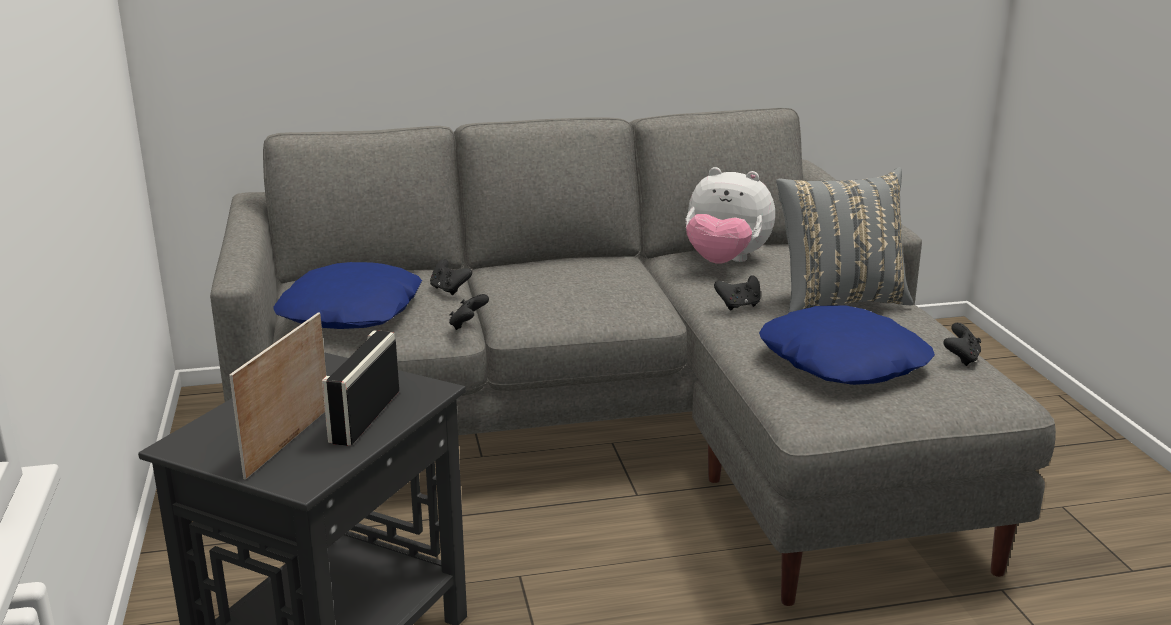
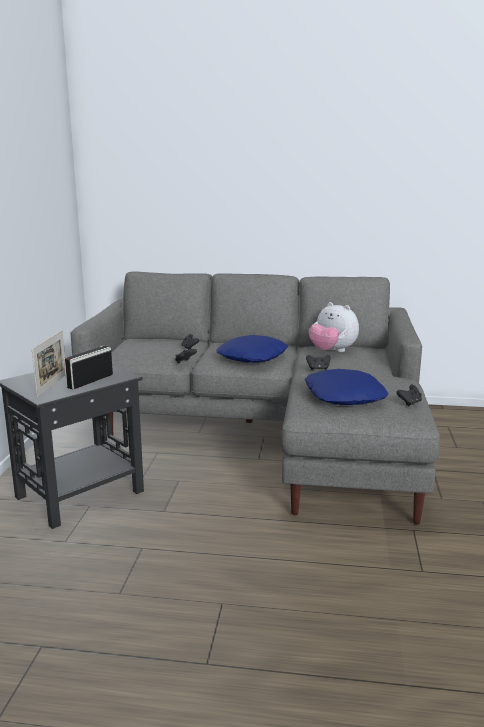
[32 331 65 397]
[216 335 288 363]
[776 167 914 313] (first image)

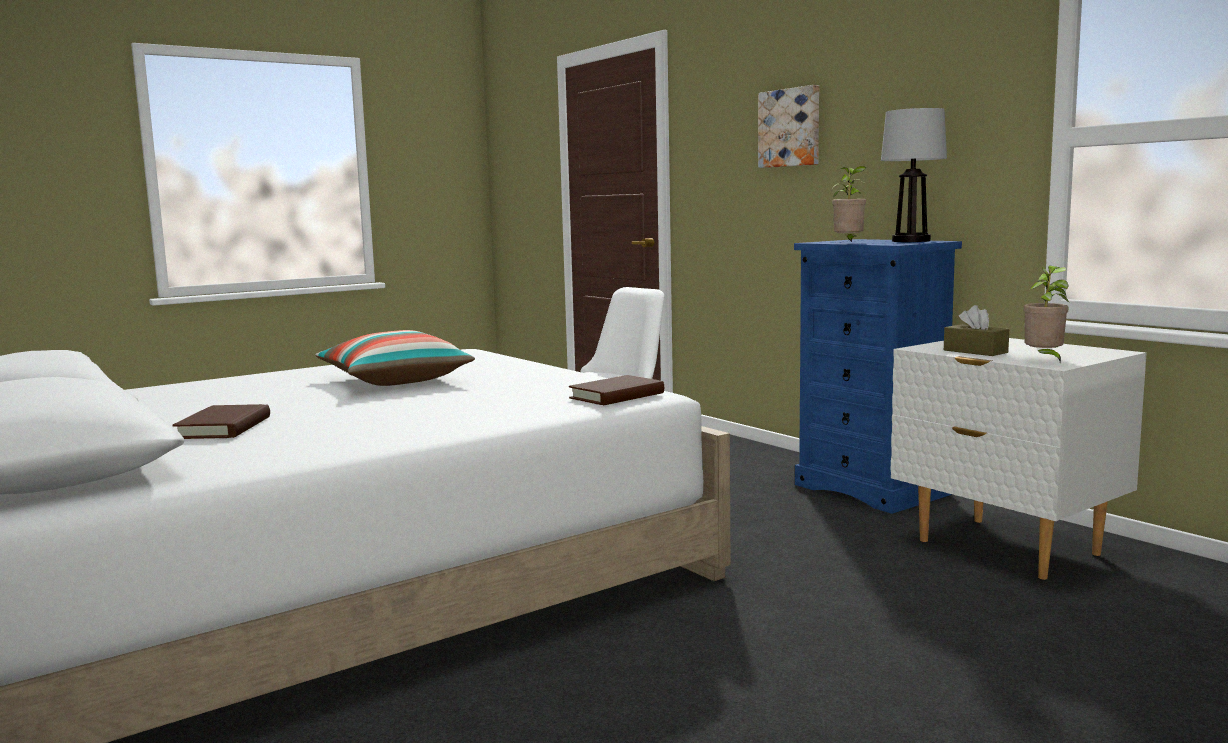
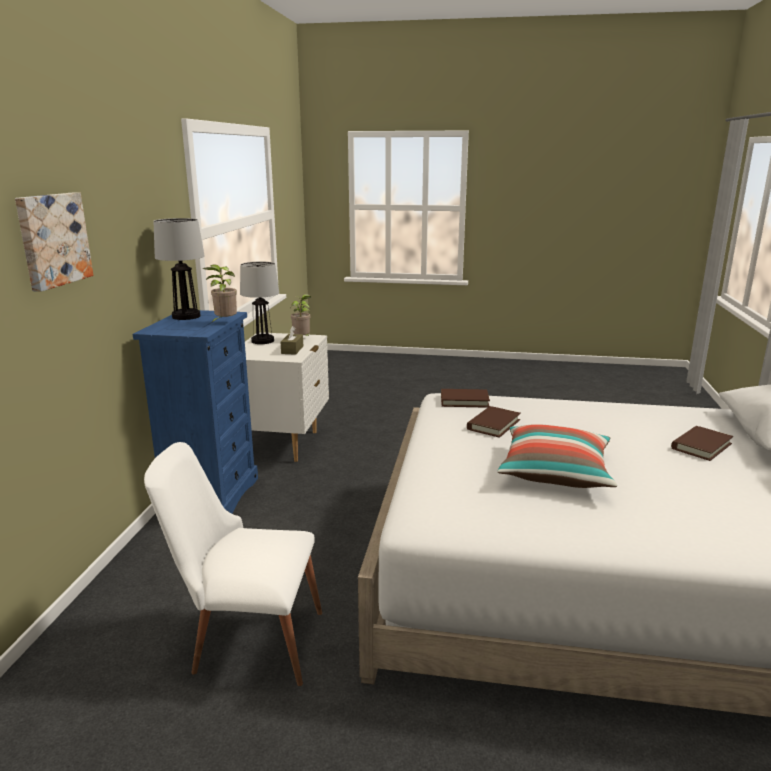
[240 261 279 344]
[467 406 521 438]

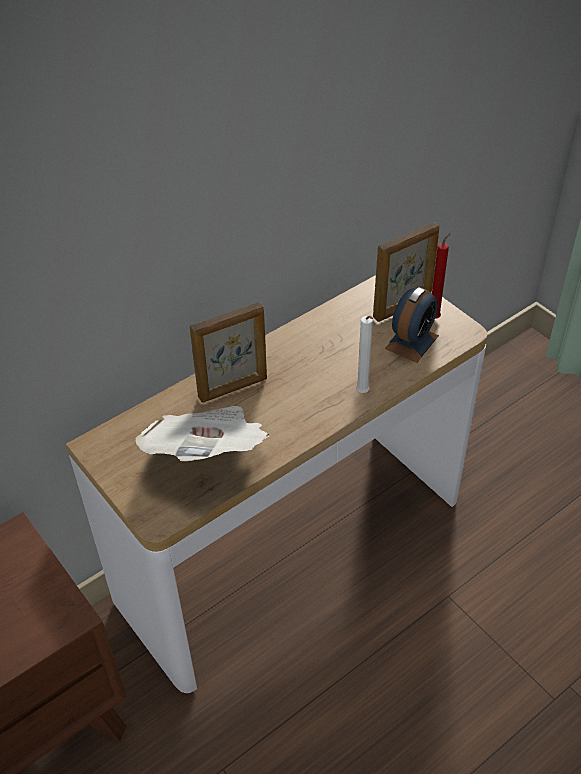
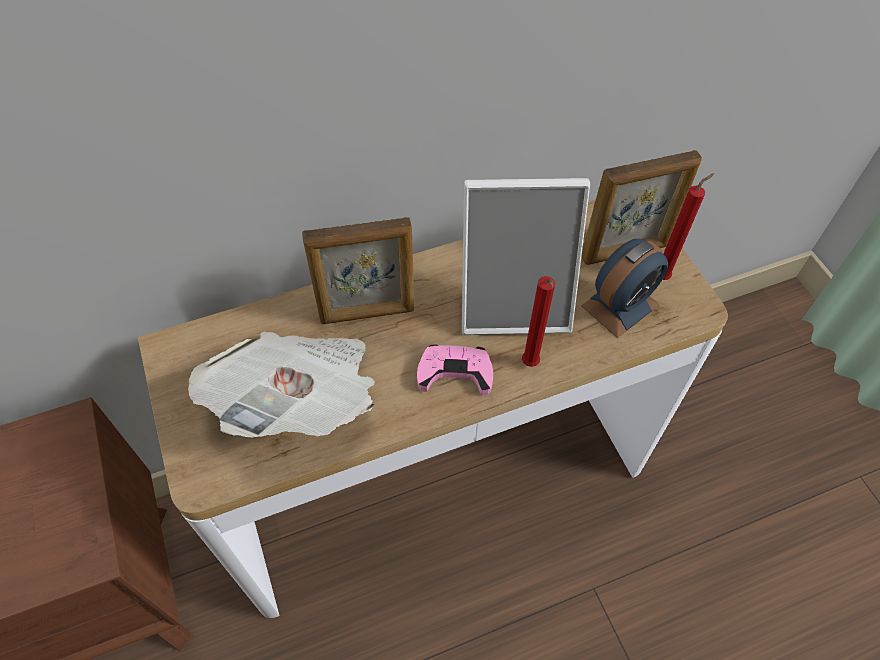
[522 276 555 367]
[417 344 493 395]
[462 178 590 335]

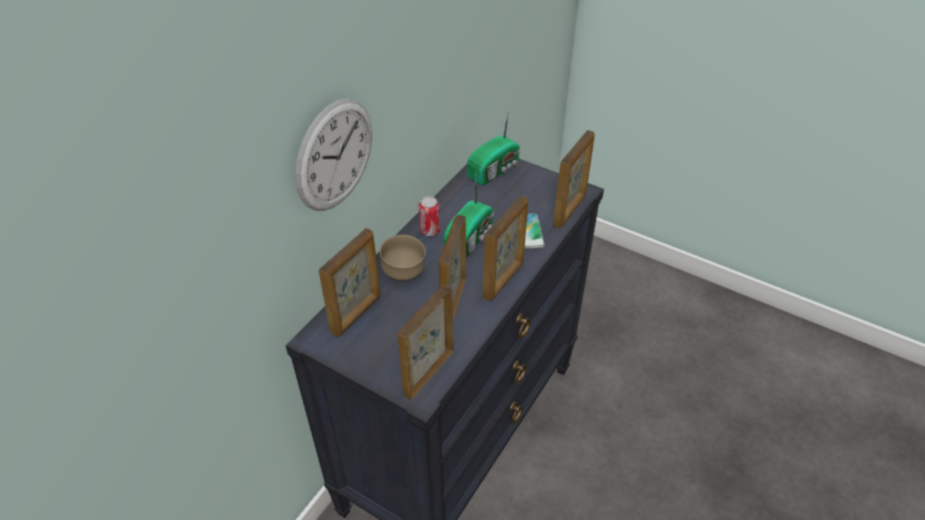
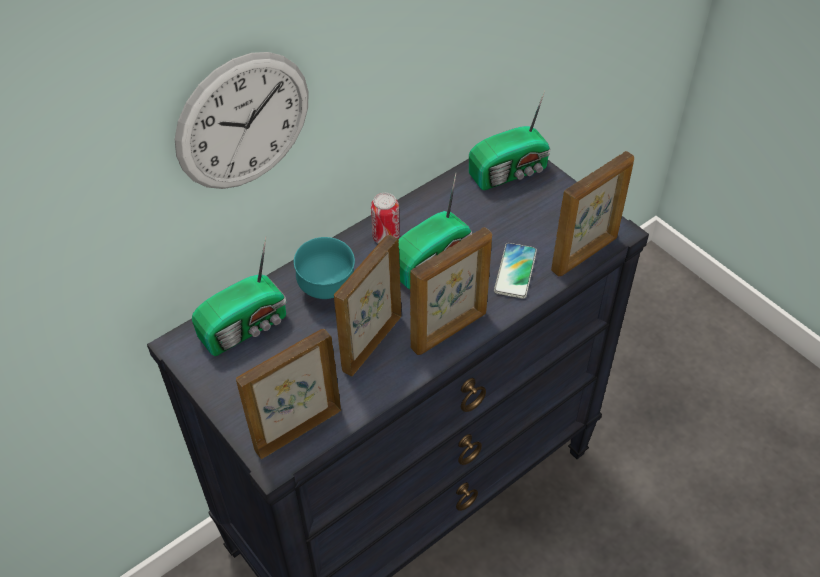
[192 236 286 356]
[294 237 355 299]

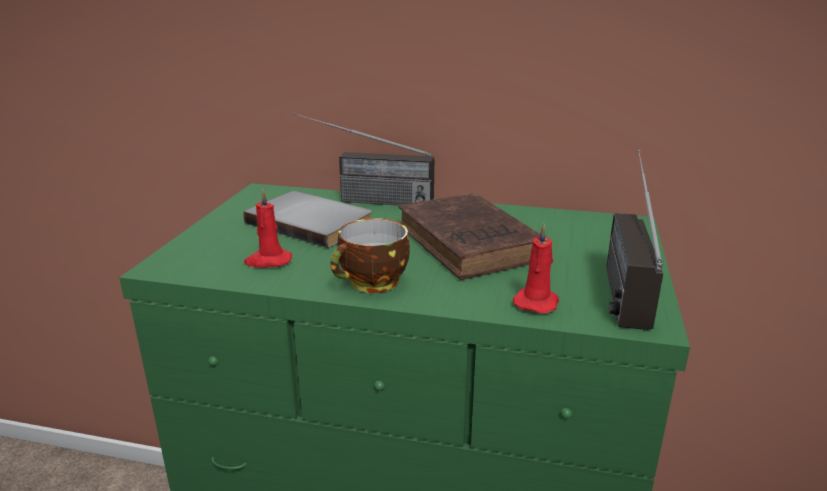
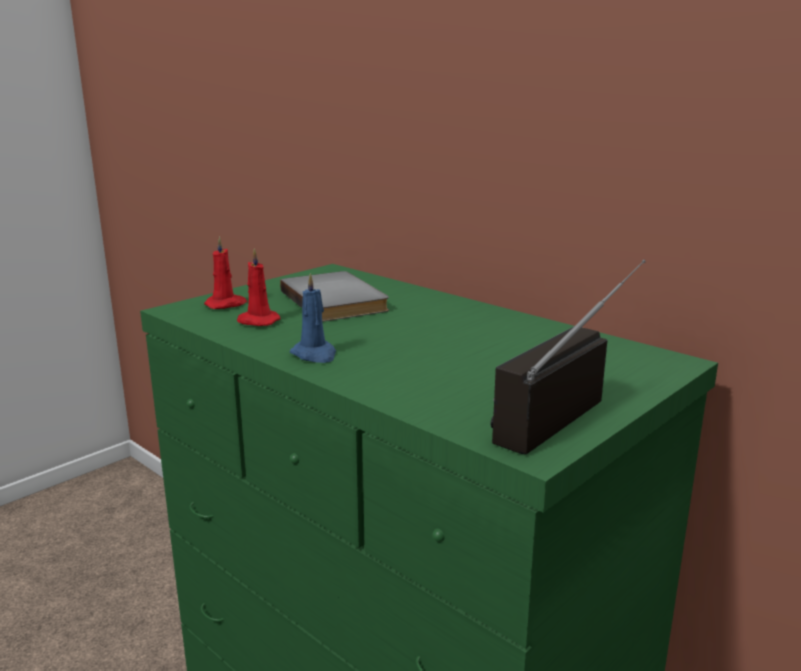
[294 113 434 205] (first image)
[290 273 336 363]
[399 192 540 280] (first image)
[204 236 247 309]

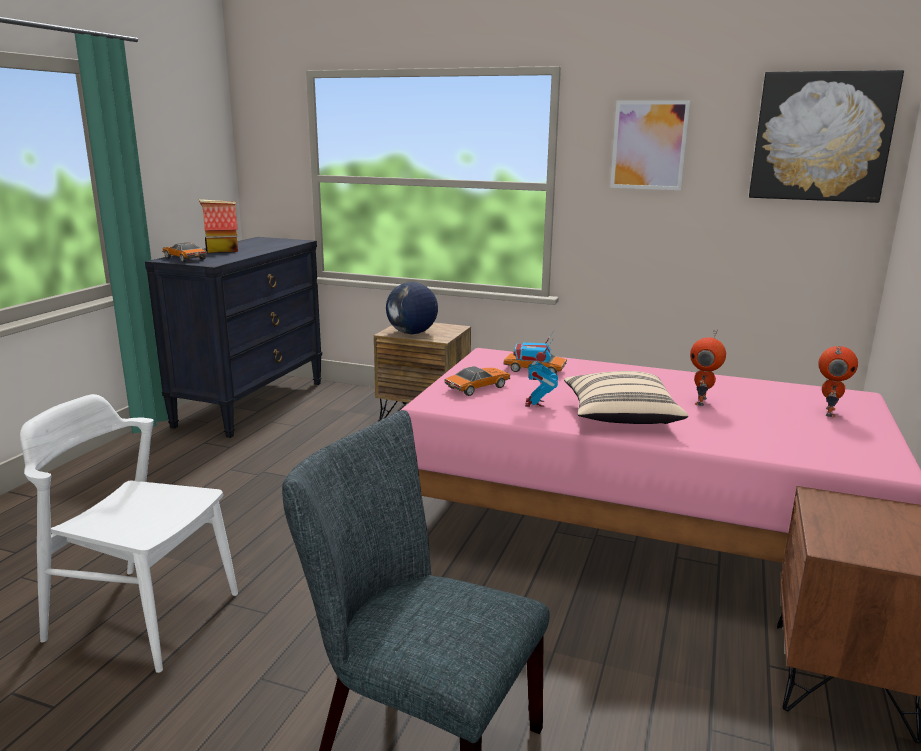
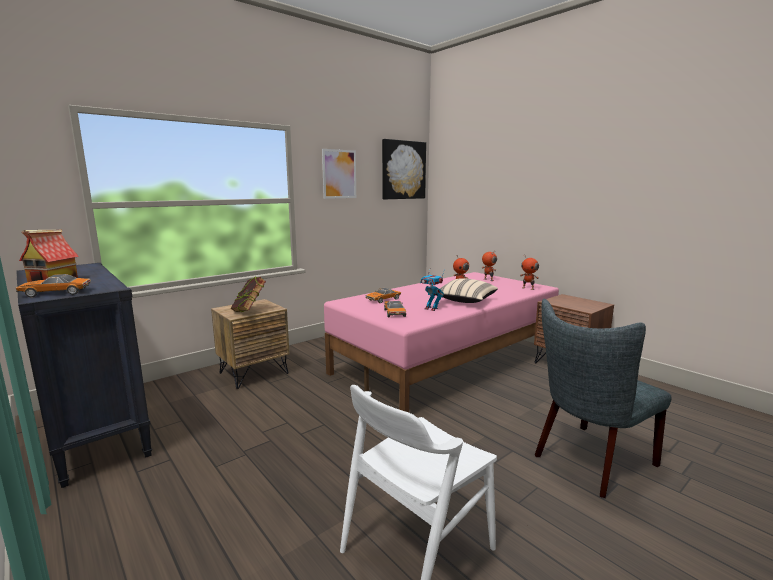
[231 277 266 312]
[520 254 539 290]

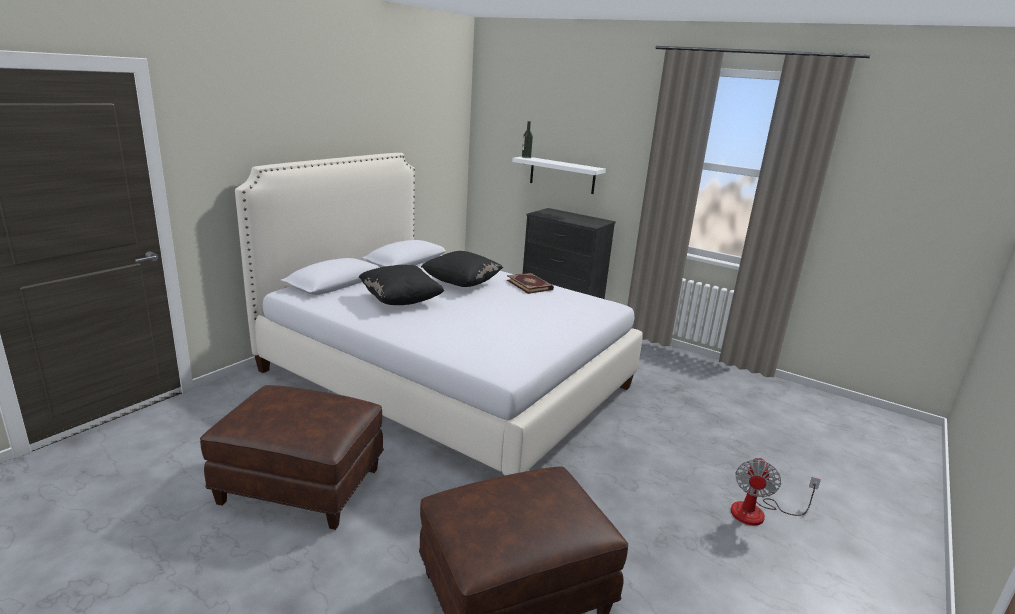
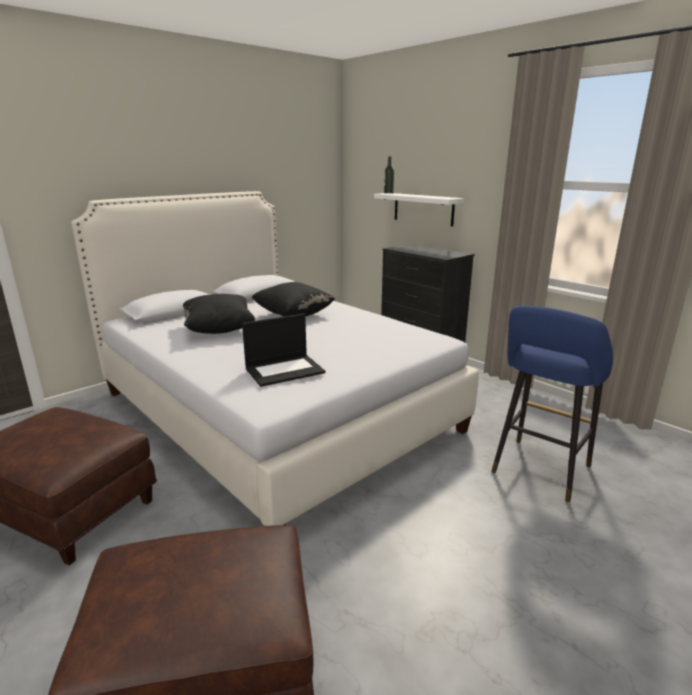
[507 273 554 294] (first image)
[731 457 821 526] (first image)
[242 314 325 387]
[491 305 613 502]

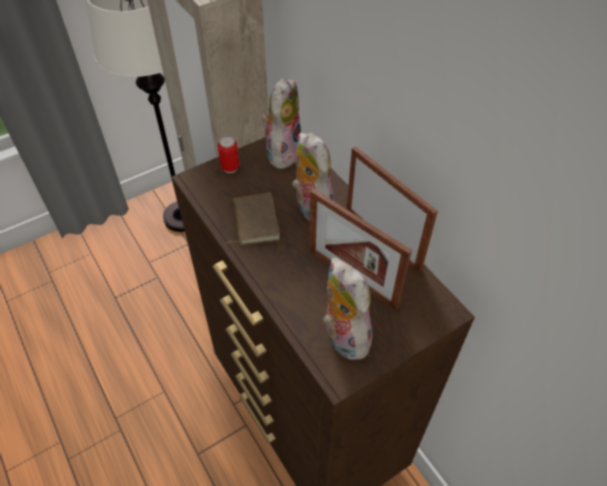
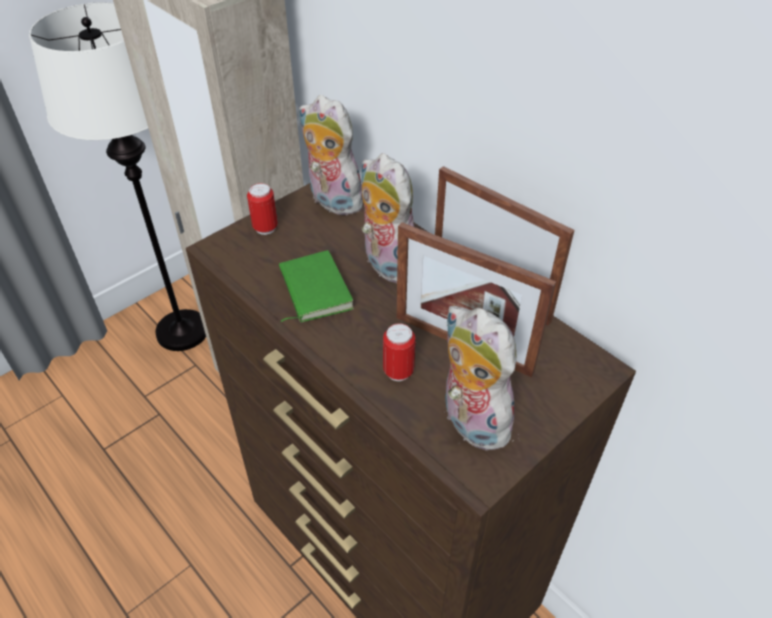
[279 250 354 322]
[299 95 363 215]
[383 323 415 381]

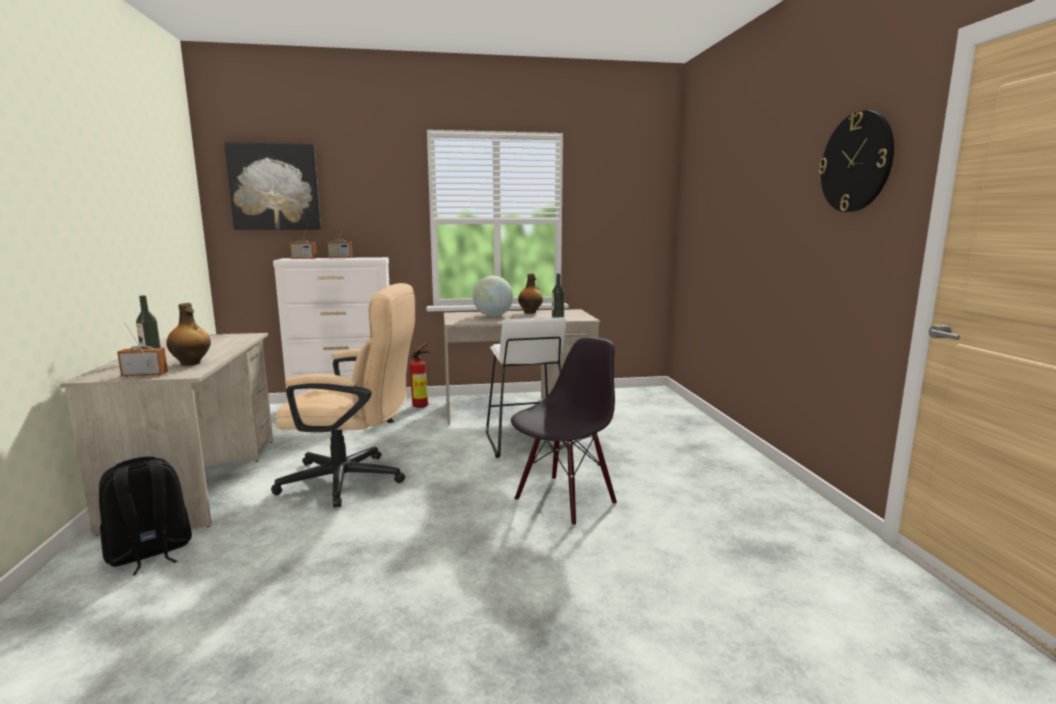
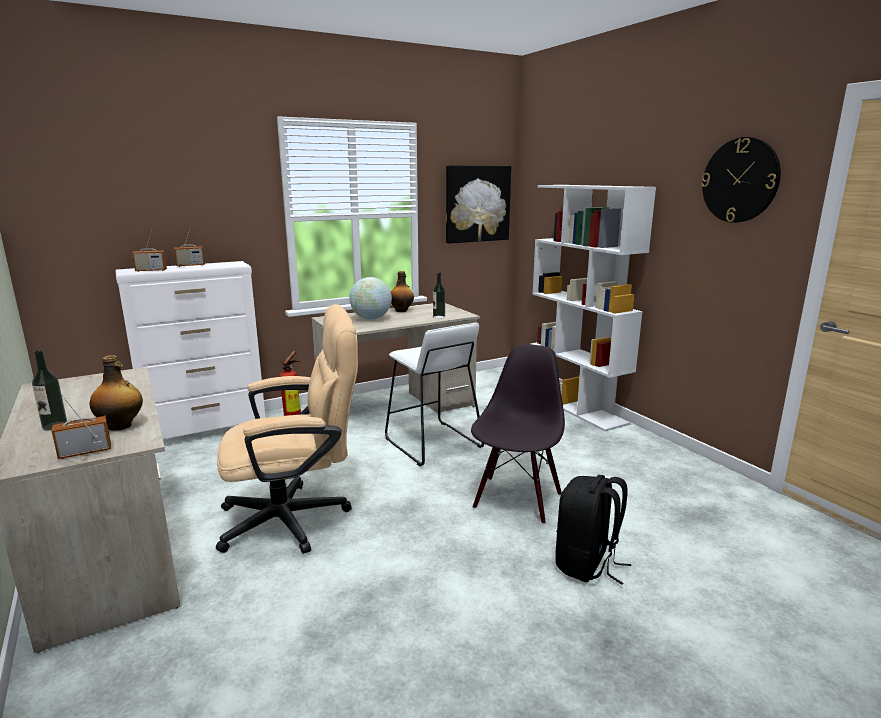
[555 475 631 585]
[446 165 511 244]
[530 185 656 432]

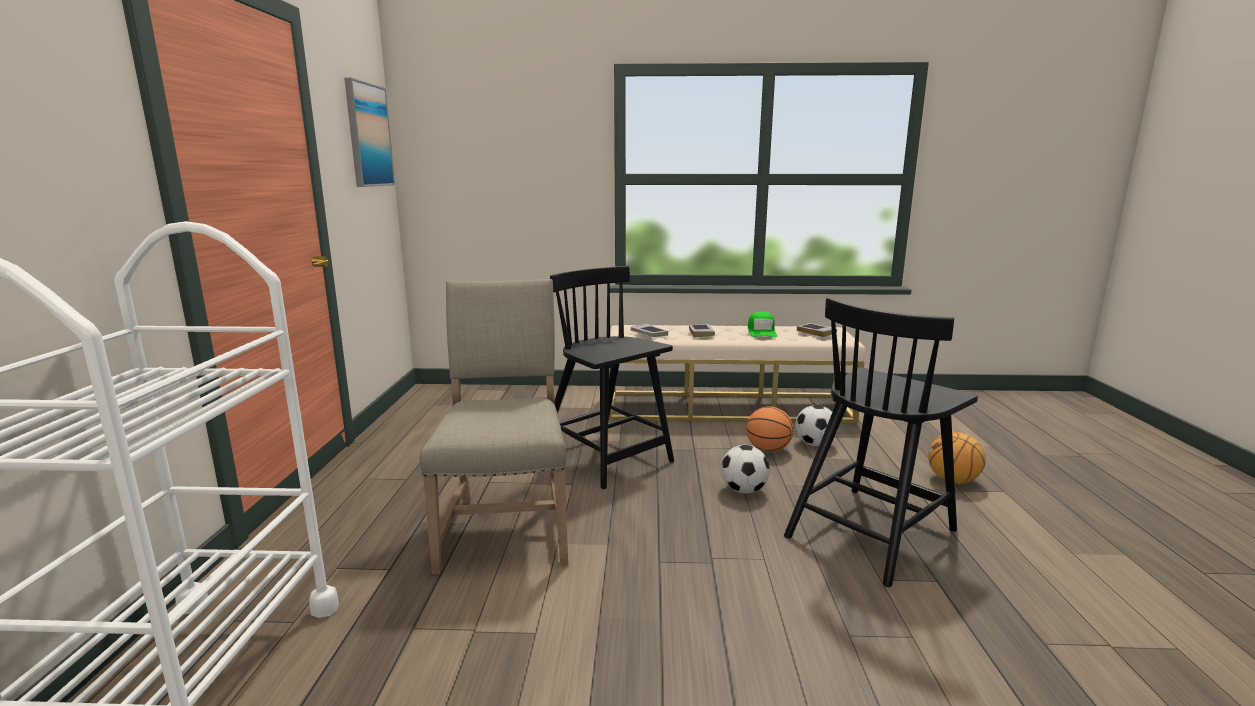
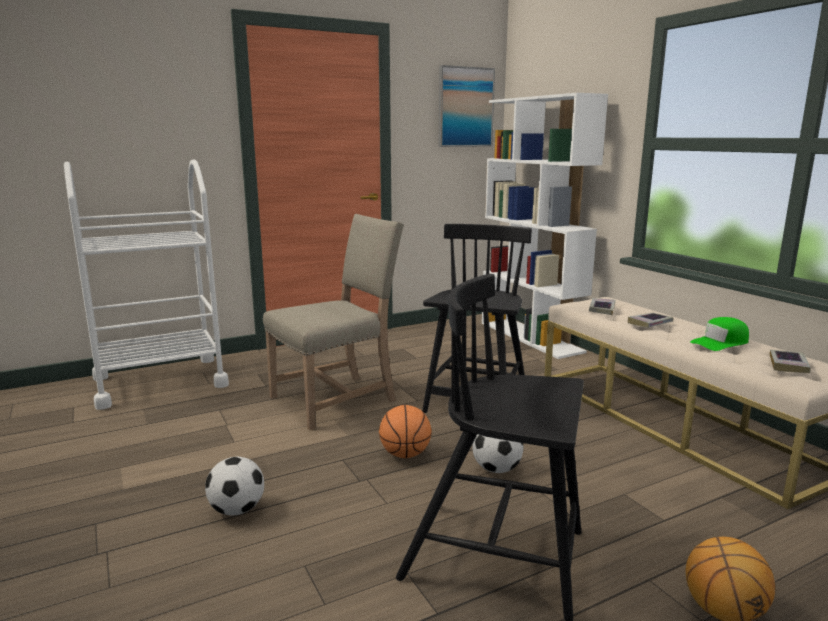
[379 405 432 458]
[205 457 264 515]
[482 93 608 359]

